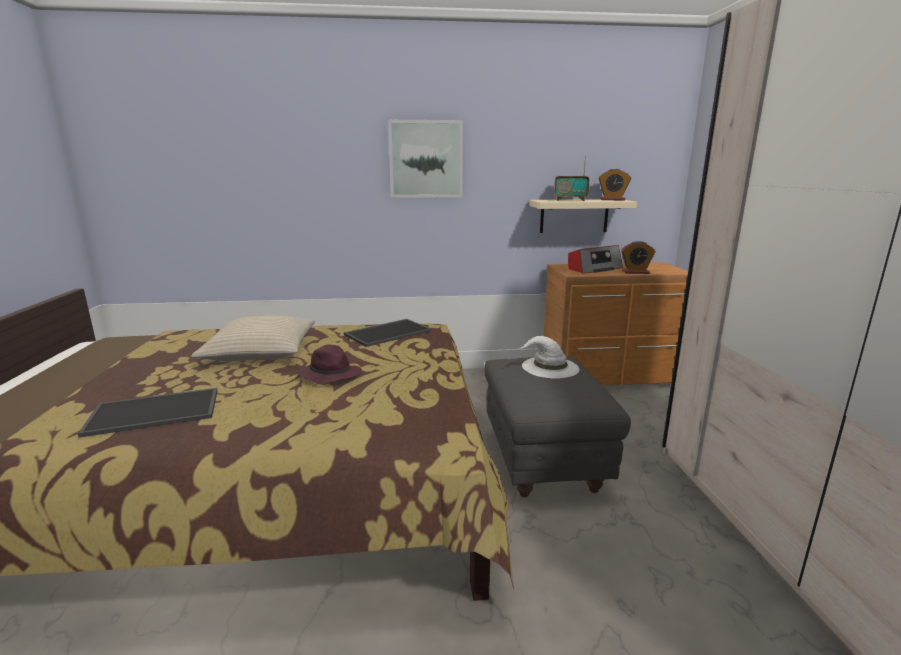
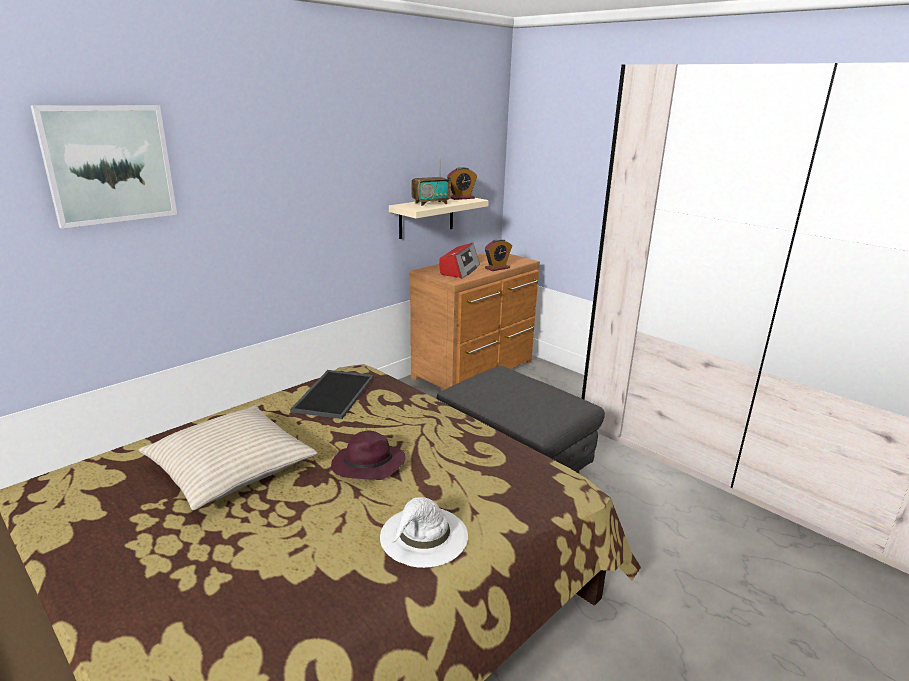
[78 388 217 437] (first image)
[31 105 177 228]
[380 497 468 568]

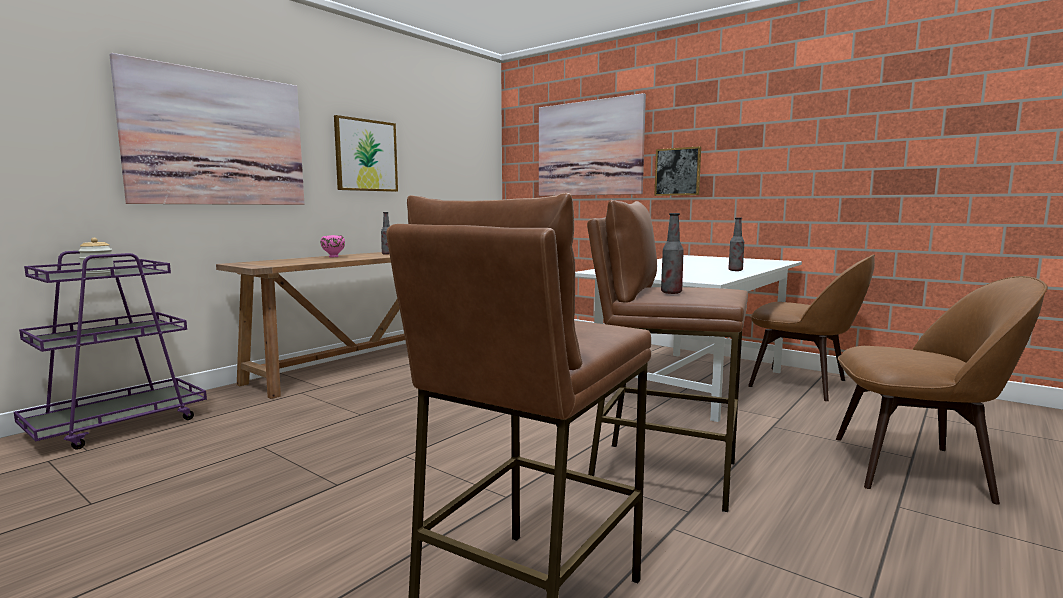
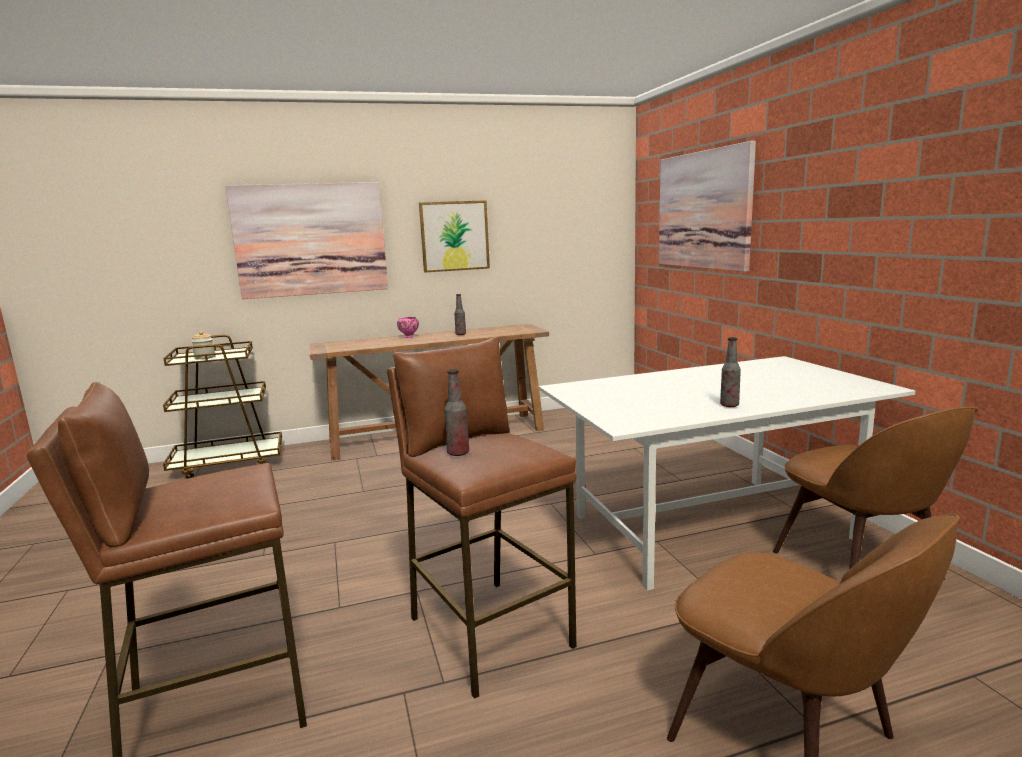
[163 335 282 479]
[655 146 701 196] (first image)

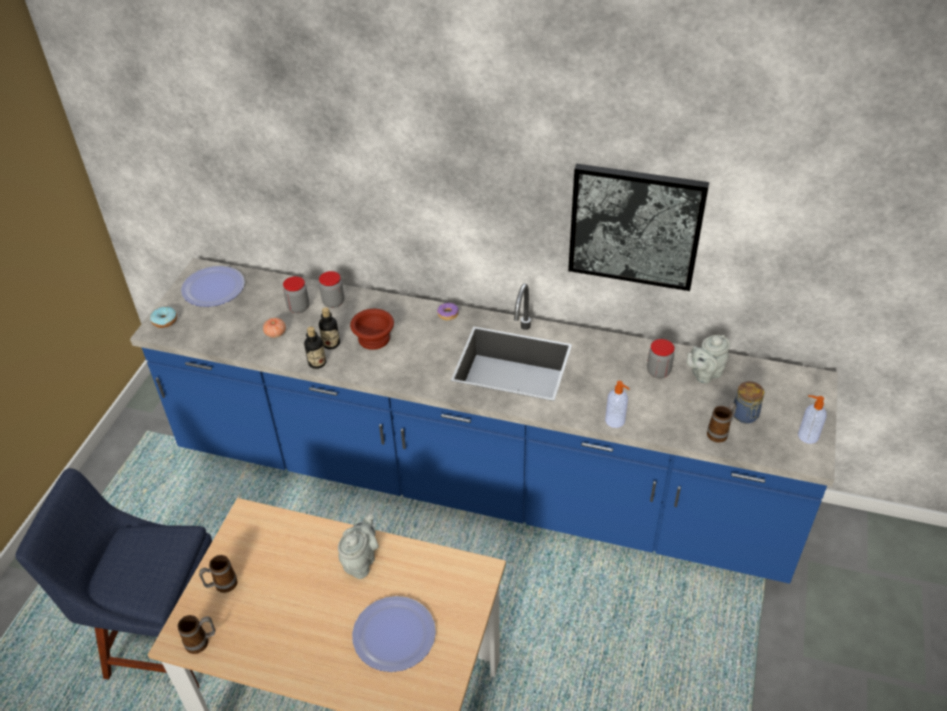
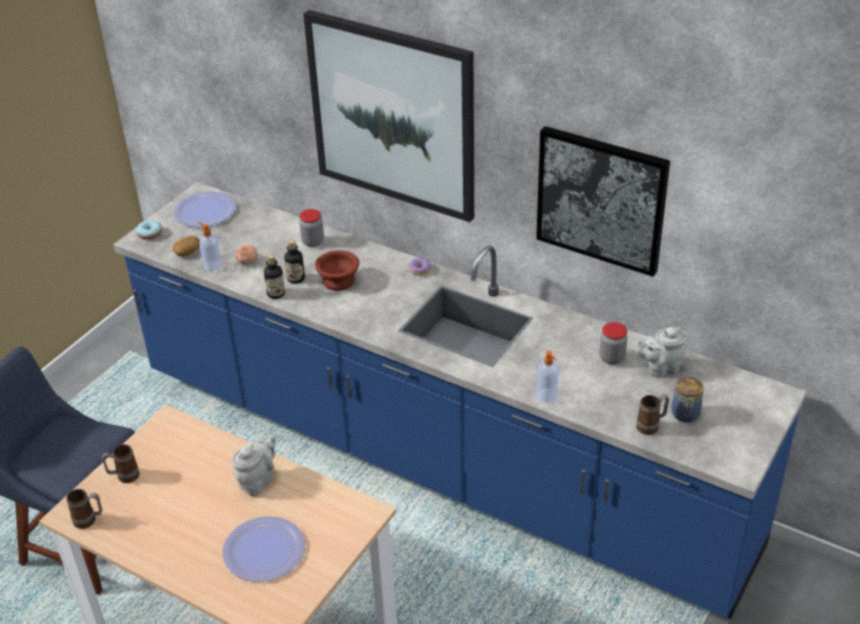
[283 276 309 313] (first image)
[197 222 222 271]
[173 236 200 257]
[303 10 474 222]

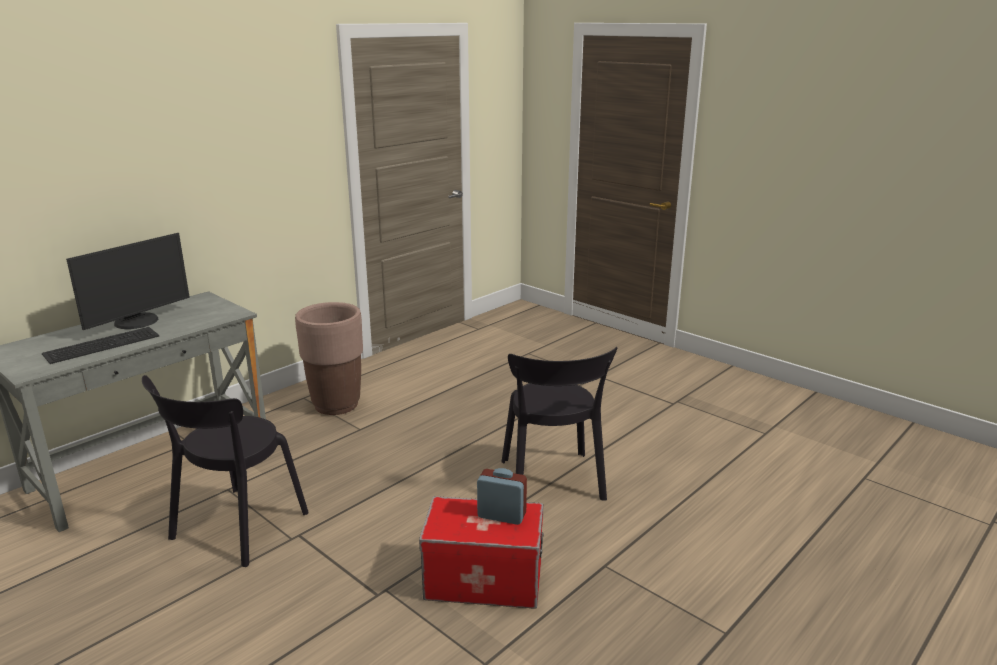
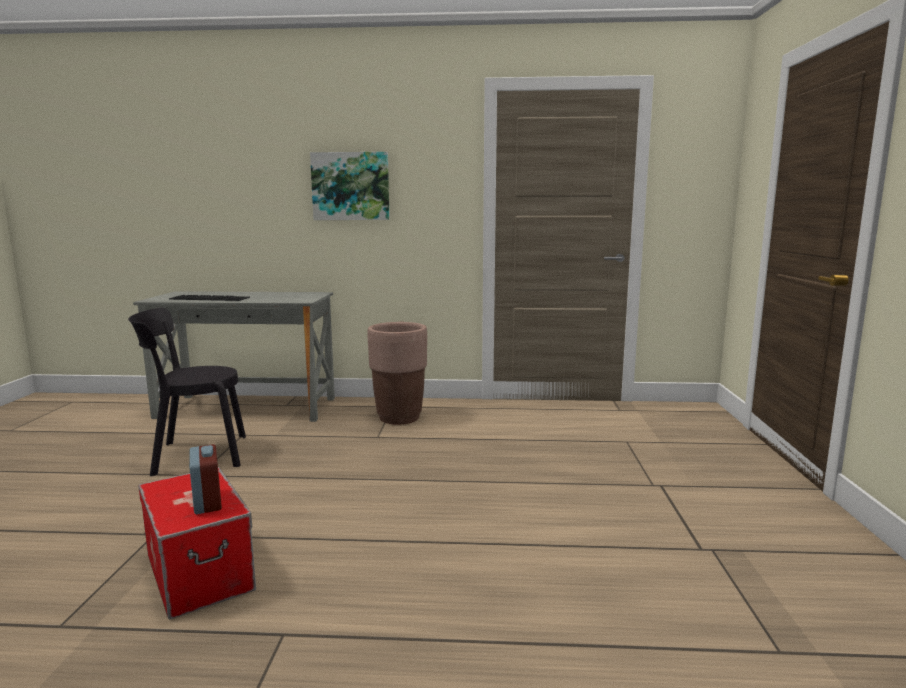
[66 233 190 330] (first image)
[501 347 618 501] (first image)
[310 152 390 220]

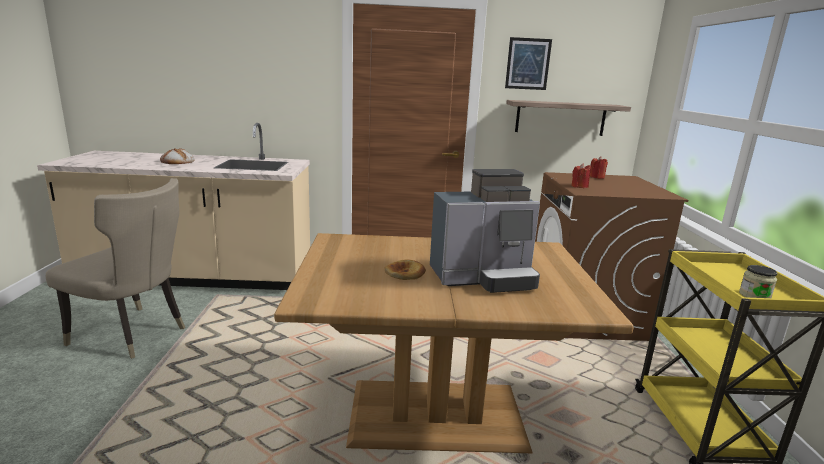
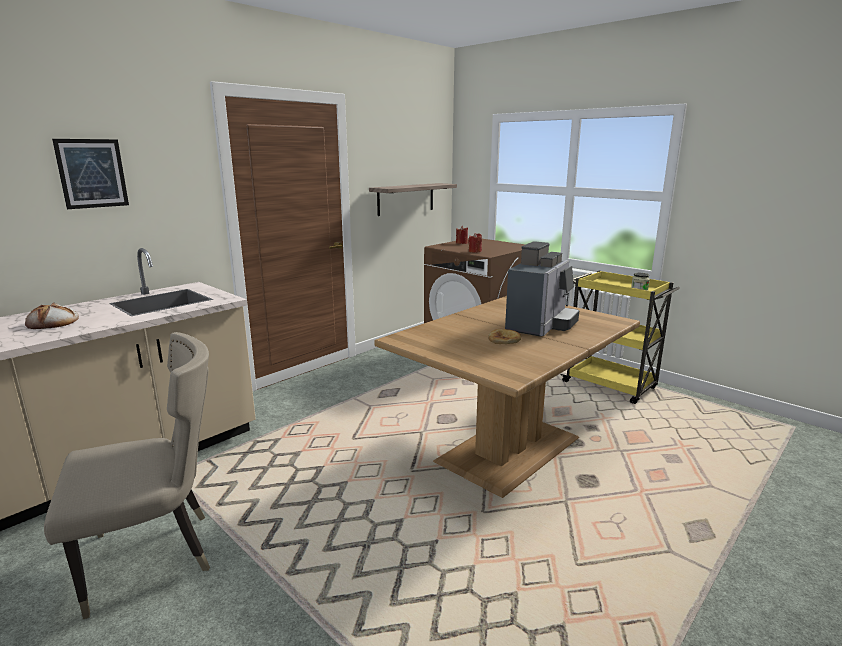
[52 139 129 209]

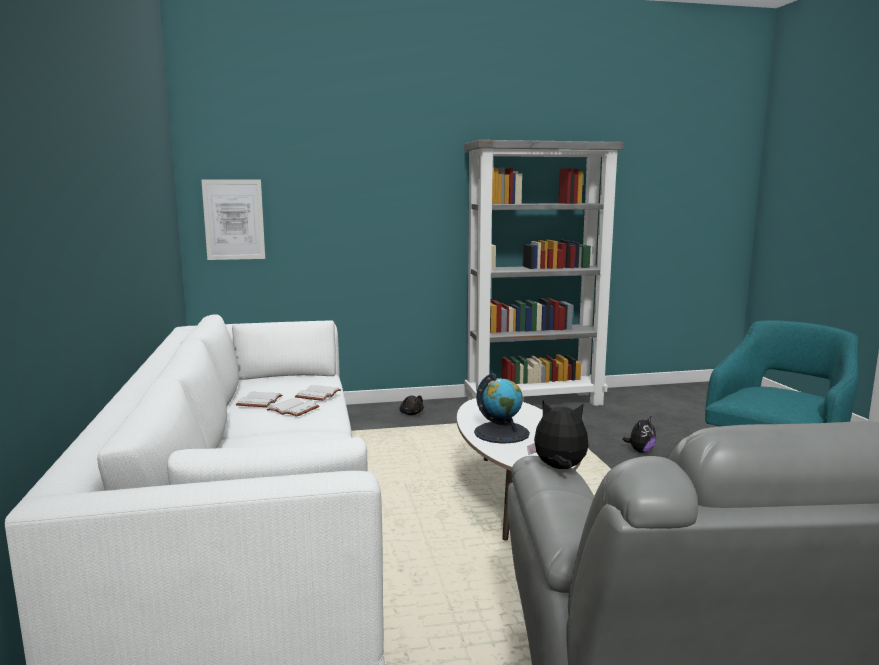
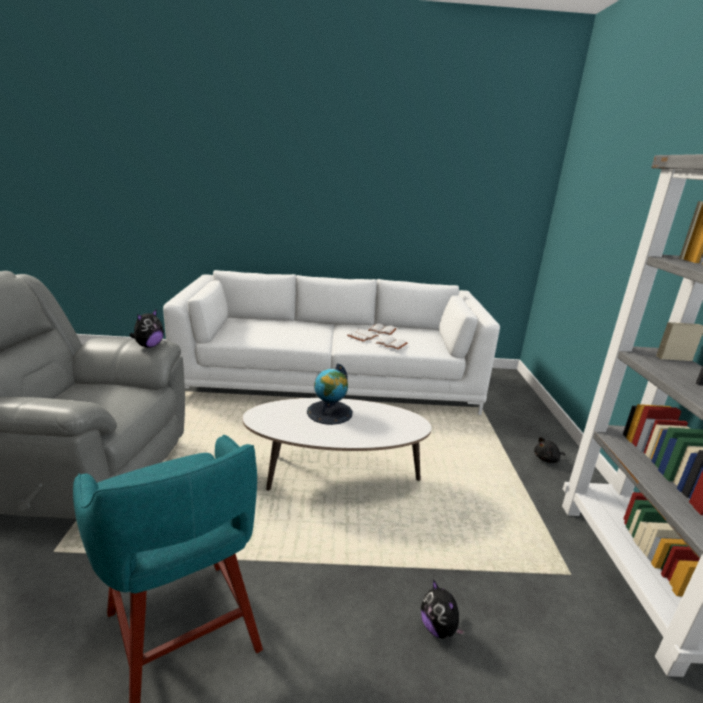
[201 179 265 260] (first image)

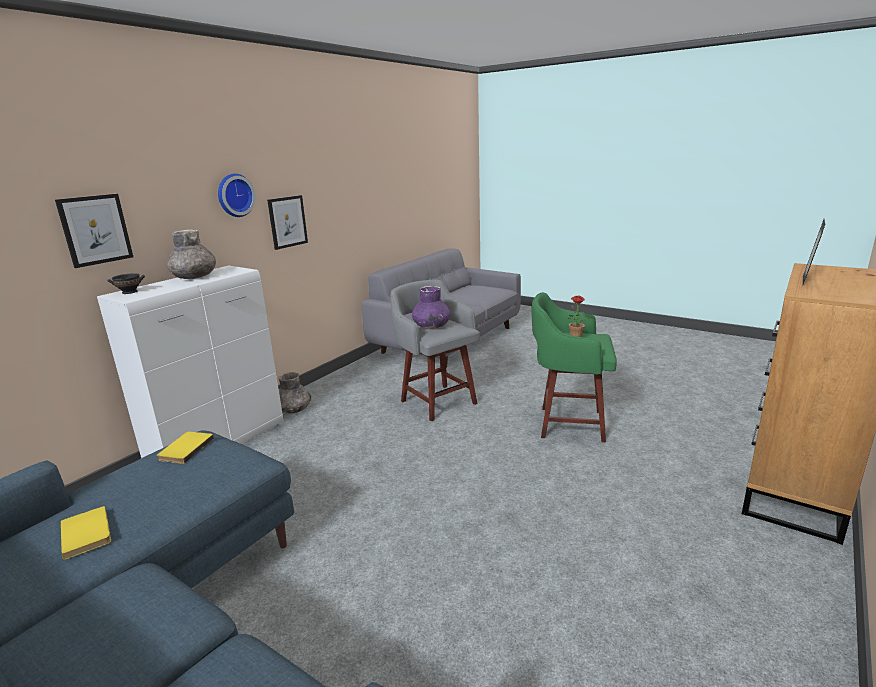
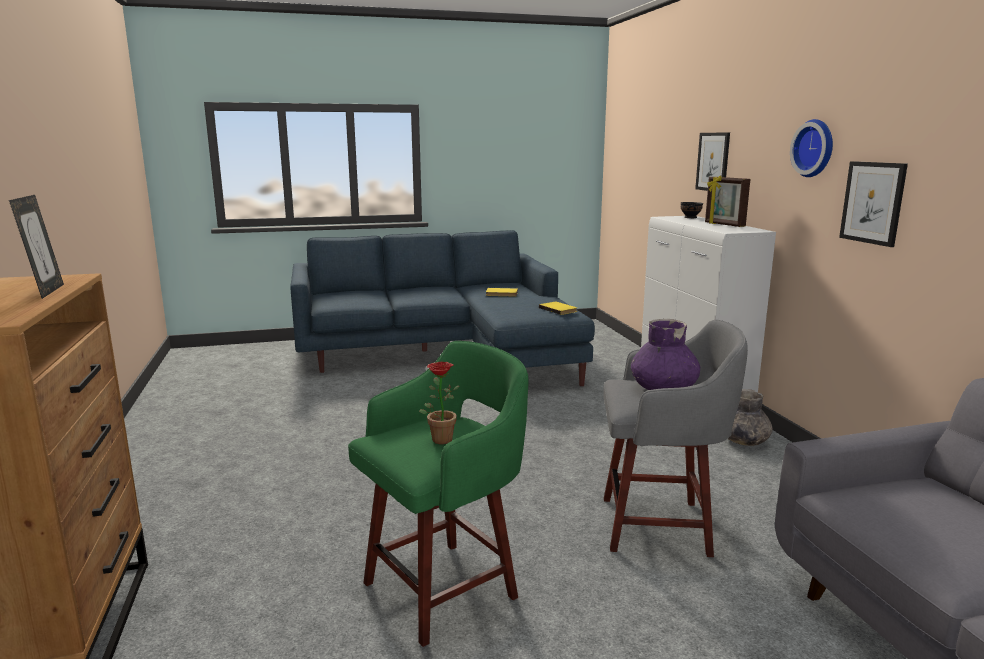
[705 176 750 227]

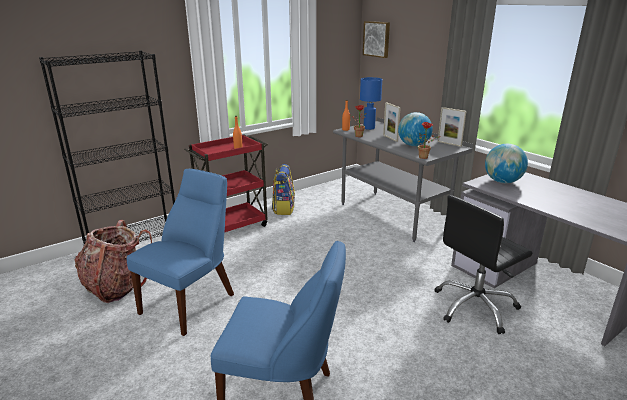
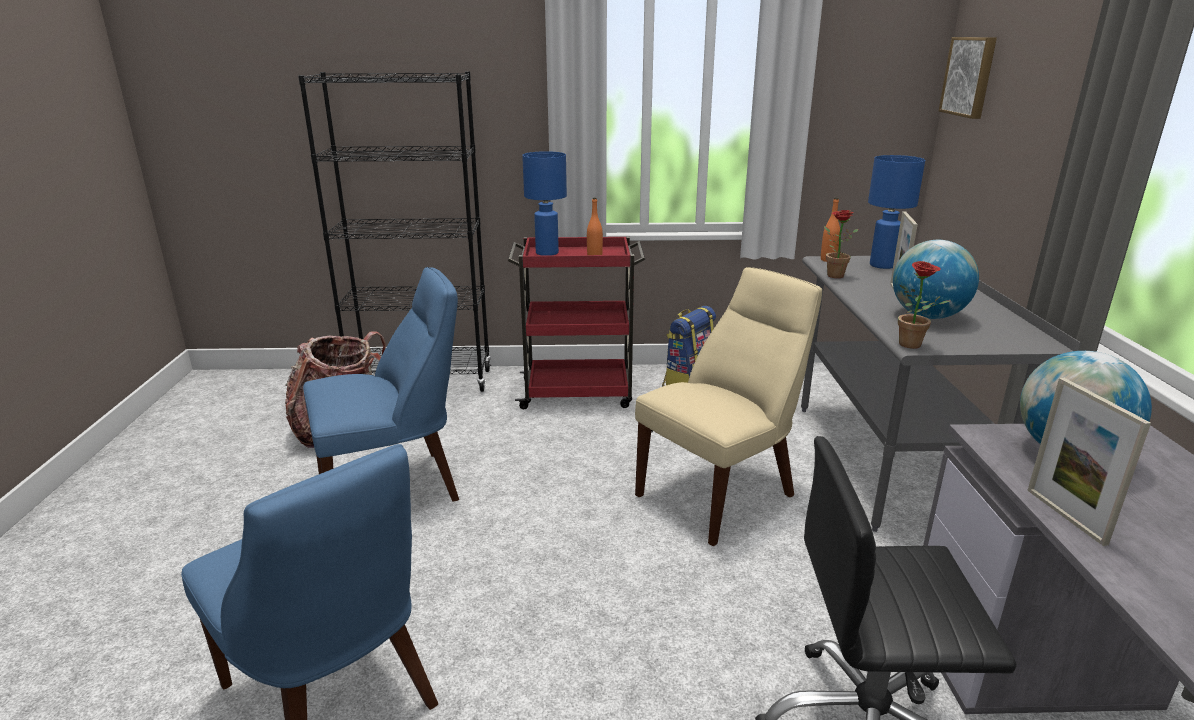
[1027 378 1151 546]
[522 151 567 256]
[635 267 822 546]

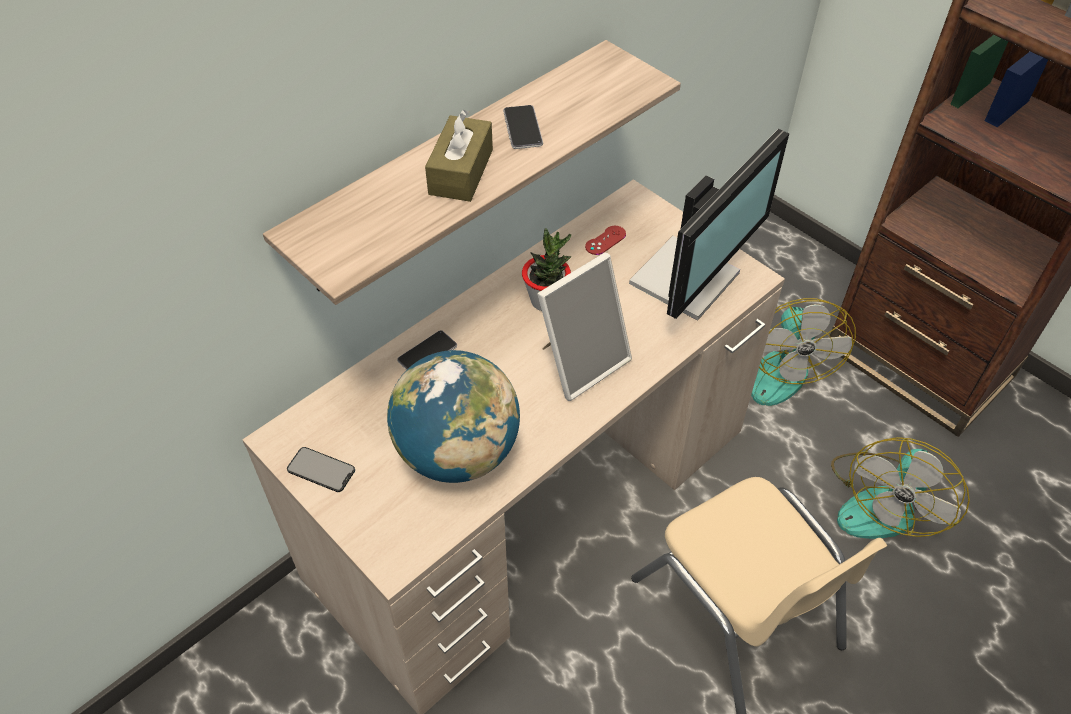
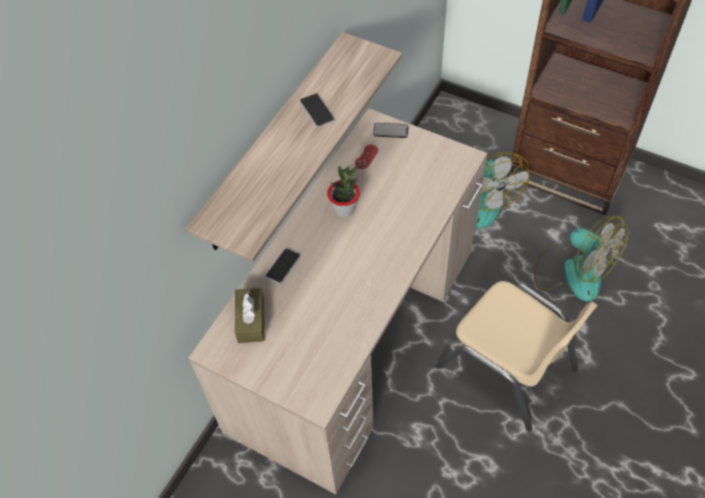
[373 123 409 138]
[387 350 520 483] (first image)
[235 288 265 343]
[537 252 632 401] (first image)
[629 129 789 321] (first image)
[534 216 629 302]

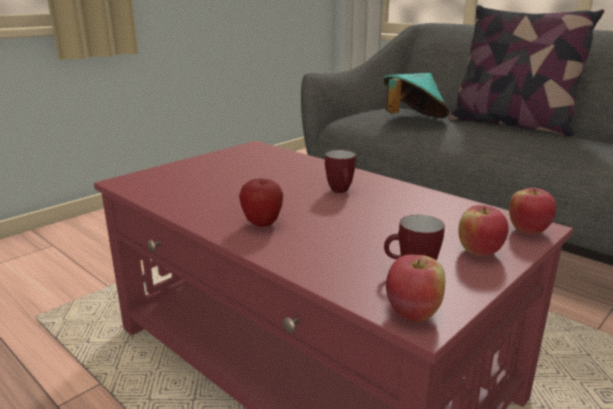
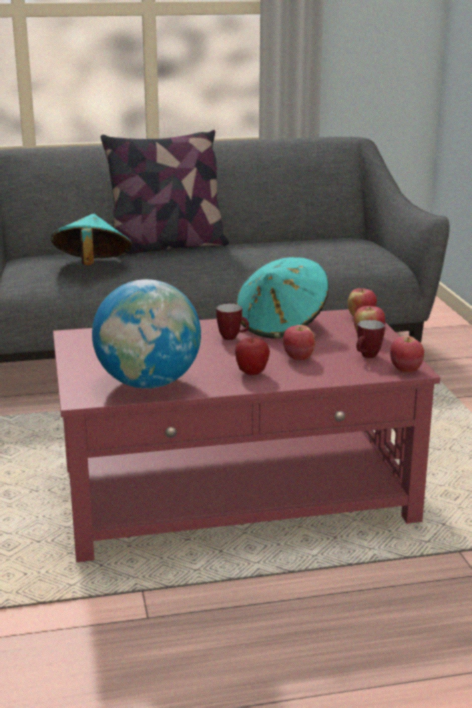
[92 279 201 389]
[236 257 329 338]
[283 325 315 360]

